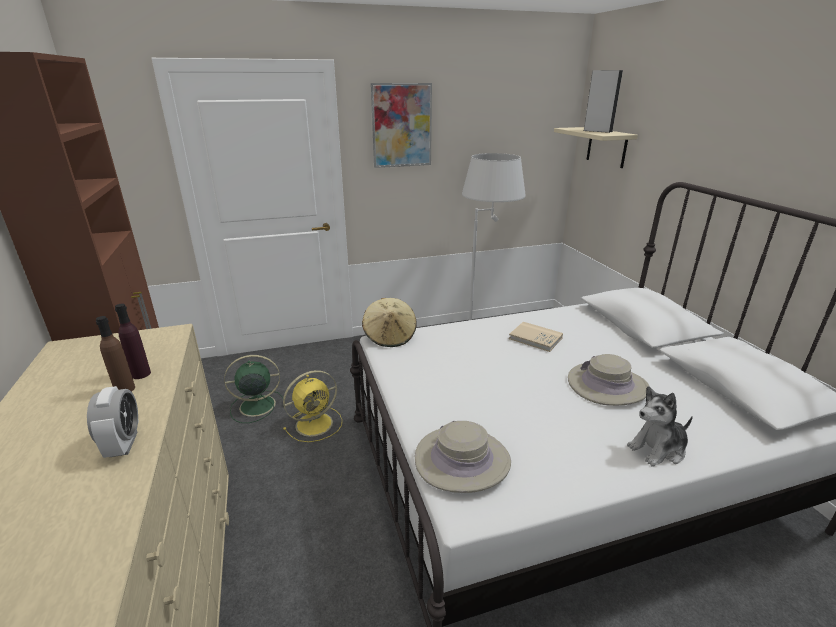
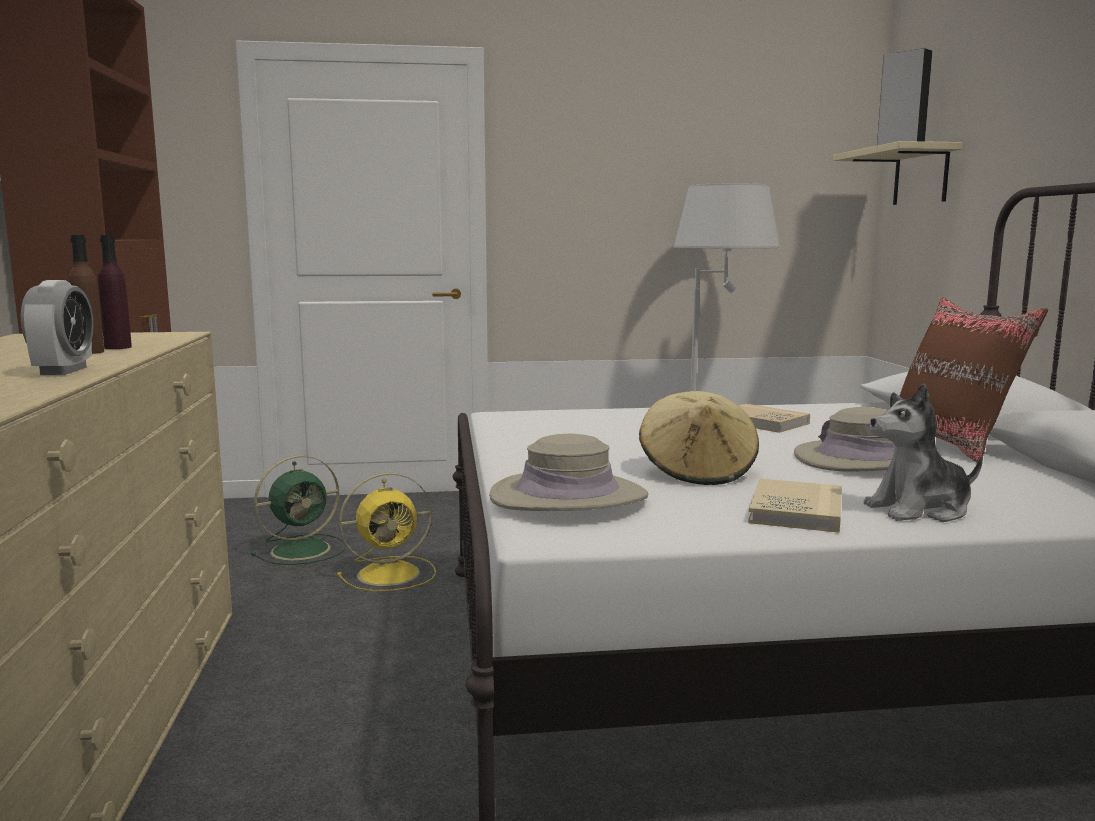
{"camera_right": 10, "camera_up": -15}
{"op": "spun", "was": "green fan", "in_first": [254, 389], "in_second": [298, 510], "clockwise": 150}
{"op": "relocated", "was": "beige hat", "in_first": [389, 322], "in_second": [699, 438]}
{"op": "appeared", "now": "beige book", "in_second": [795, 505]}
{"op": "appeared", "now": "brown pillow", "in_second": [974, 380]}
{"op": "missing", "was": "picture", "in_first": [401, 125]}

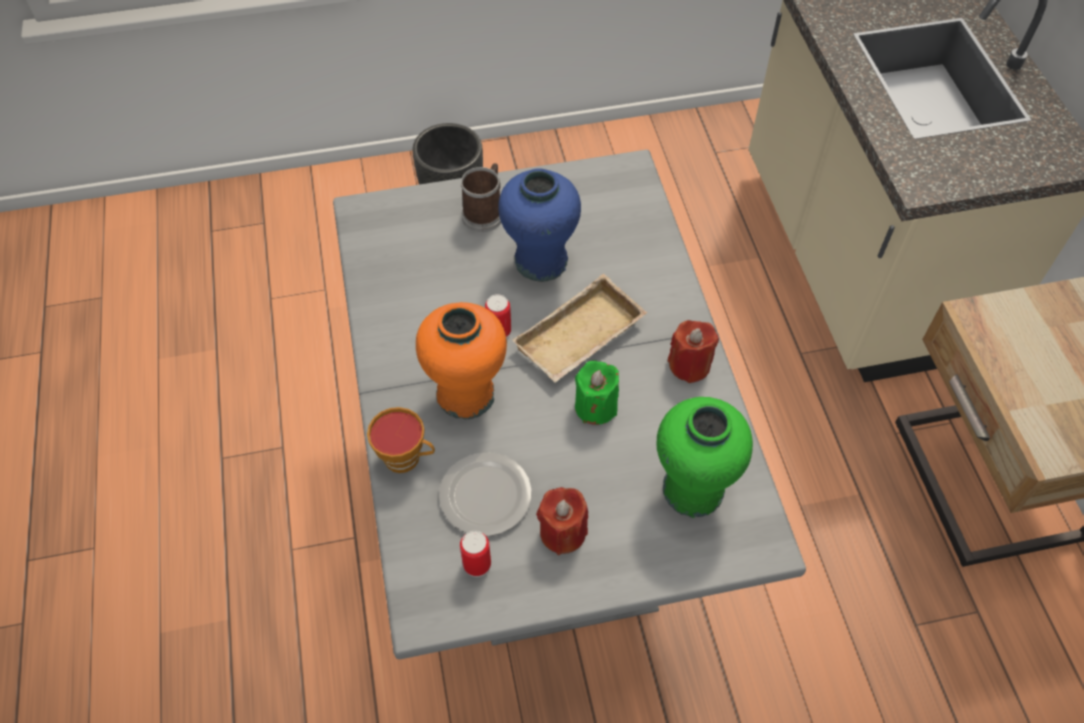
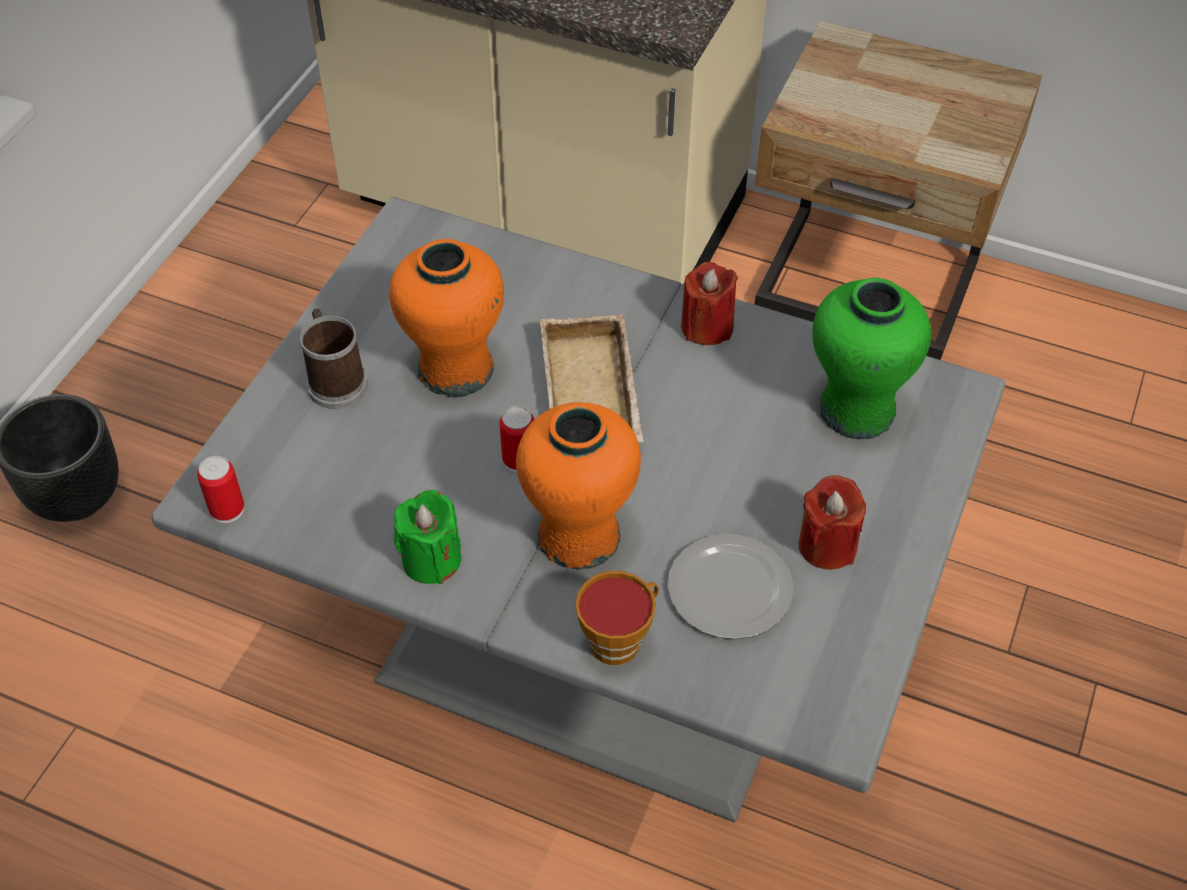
{"camera_right": -55, "camera_up": -5}
{"op": "relocated", "was": "can", "in_first": [475, 554], "in_second": [220, 489]}
{"op": "colour", "was": "blue vase", "now": "orange vase", "in_first": [539, 225], "in_second": [446, 318]}
{"op": "relocated", "was": "green candle", "in_first": [597, 393], "in_second": [427, 537]}

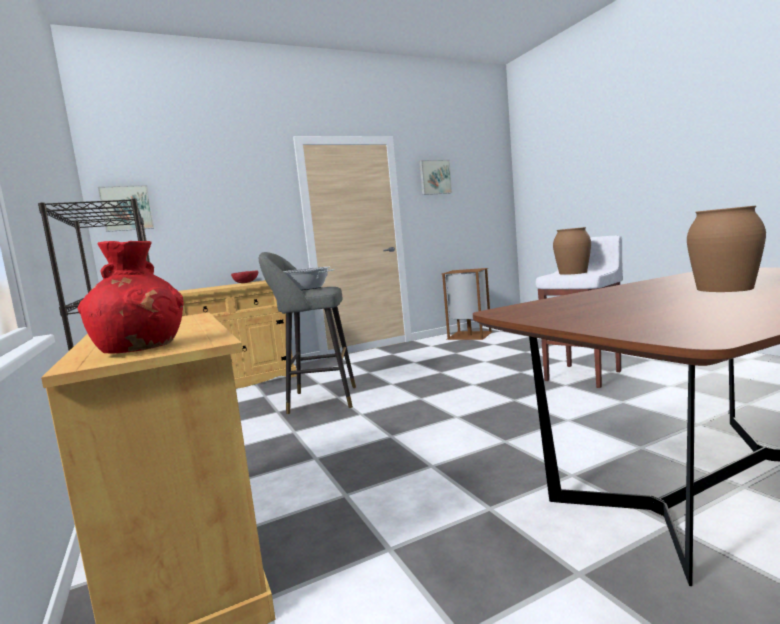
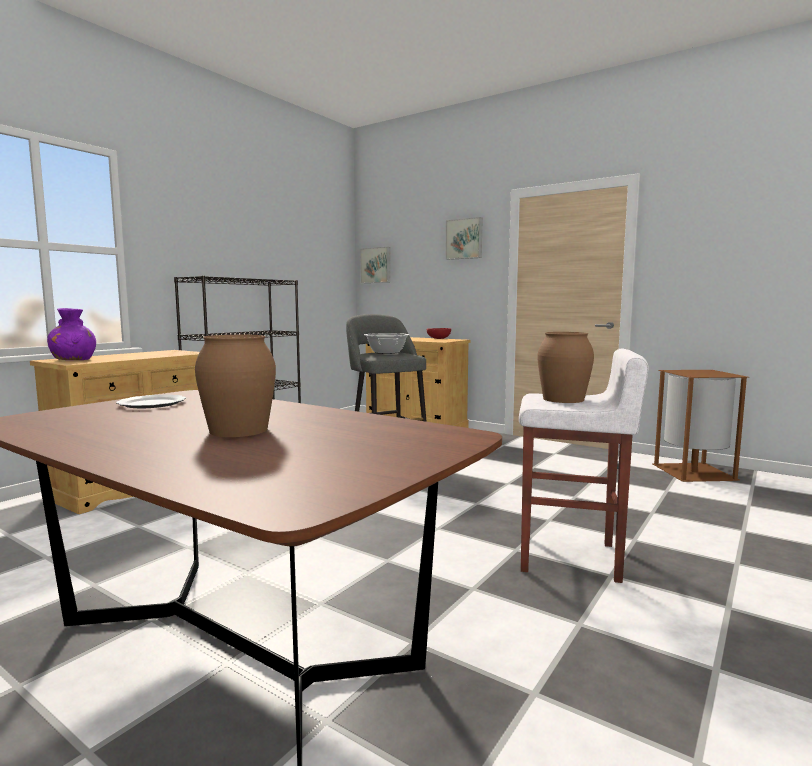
{"camera_right": 60, "camera_up": 0}
{"op": "colour", "was": "red vase", "now": "purple vase", "in_first": [130, 297], "in_second": [71, 334]}
{"op": "appeared", "now": "plate", "in_second": [151, 401]}
{"op": "relocated", "was": "picture", "in_first": [435, 177], "in_second": [464, 238]}

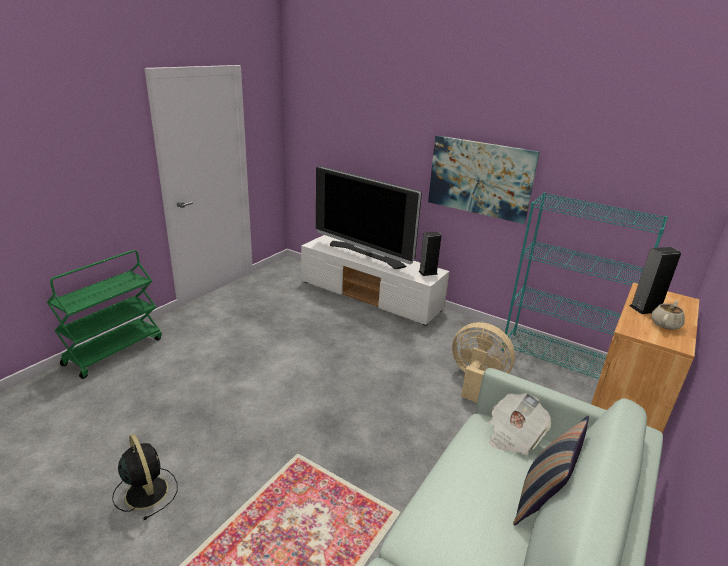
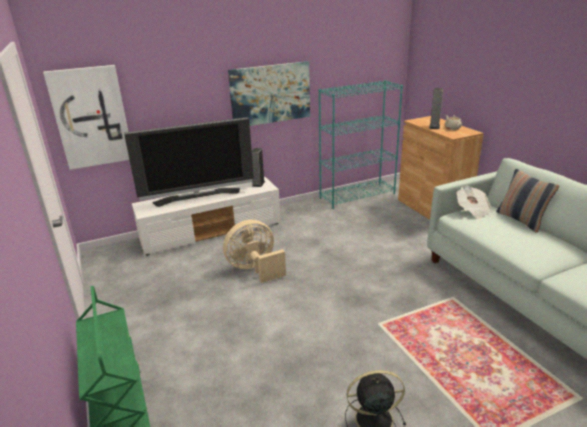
{"camera_right": -55, "camera_up": 0}
{"op": "appeared", "now": "picture", "in_second": [86, 117]}
{"op": "relocated", "was": "beige fan", "in_first": [483, 362], "in_second": [254, 251]}

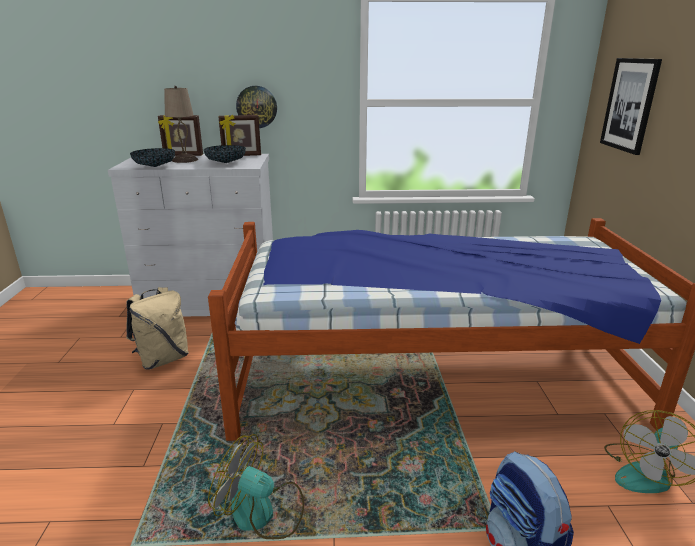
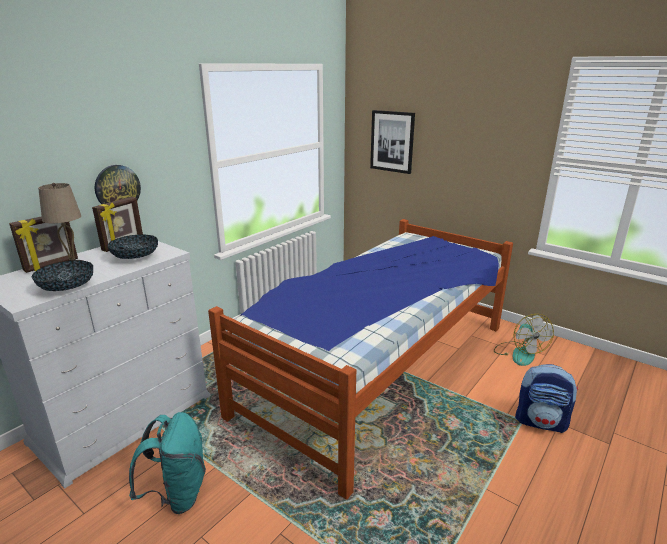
{"camera_right": -50, "camera_up": 0}
{"op": "colour", "was": "beige backpack", "now": "turquoise backpack", "in_first": [157, 328], "in_second": [167, 463]}
{"op": "missing", "was": "fan", "in_first": [256, 486]}

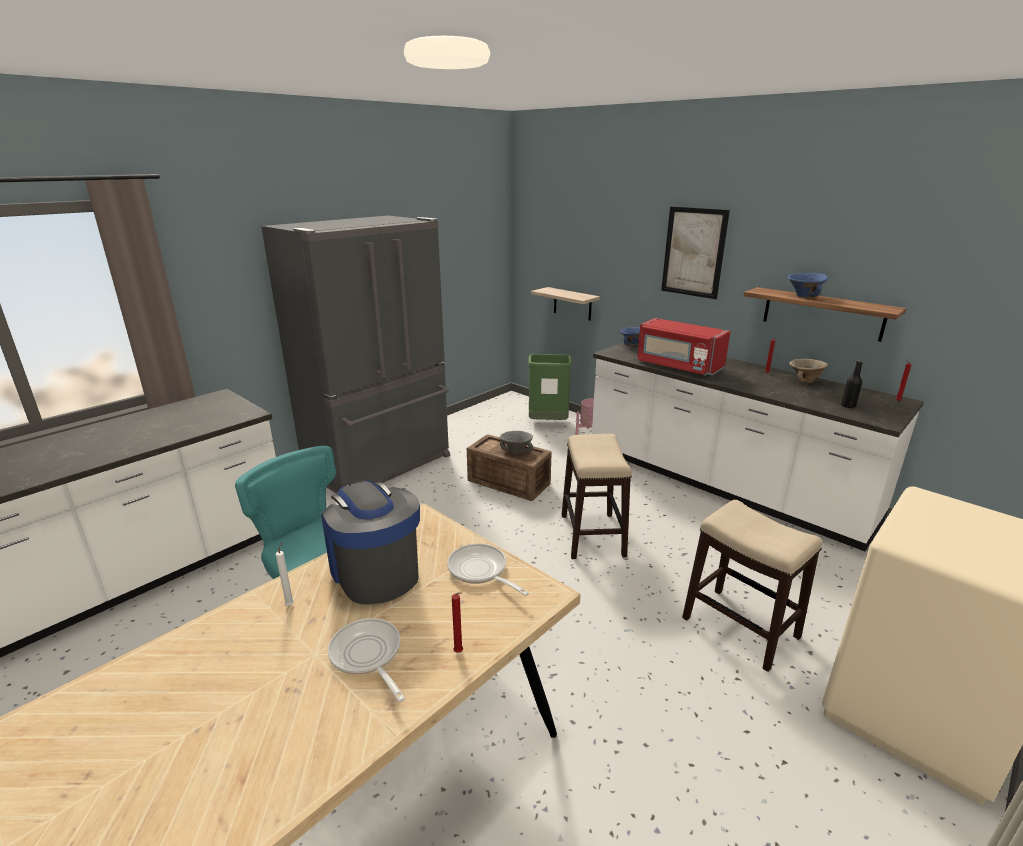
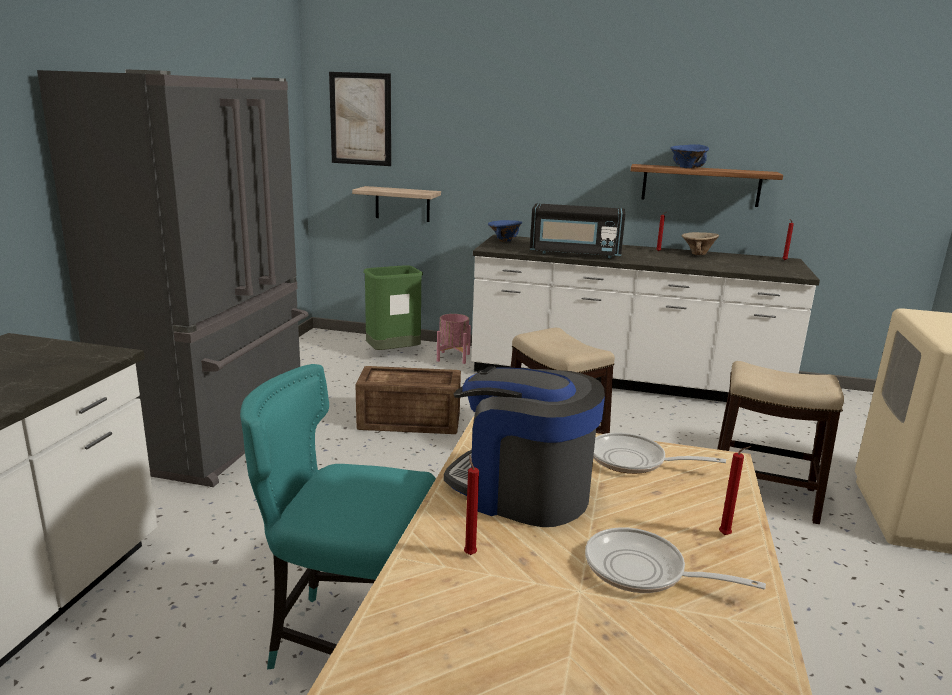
{"camera_right": -30, "camera_up": -5}
{"op": "relocated", "was": "picture", "in_first": [695, 252], "in_second": [360, 119]}
{"op": "colour", "was": "white candle", "now": "red candle", "in_first": [285, 574], "in_second": [471, 505]}
{"op": "colour", "was": "red microwave", "now": "black microwave", "in_first": [684, 347], "in_second": [577, 230]}
{"op": "missing", "was": "grey bowl", "in_first": [516, 442]}
{"op": "missing", "was": "black bottle", "in_first": [852, 384]}

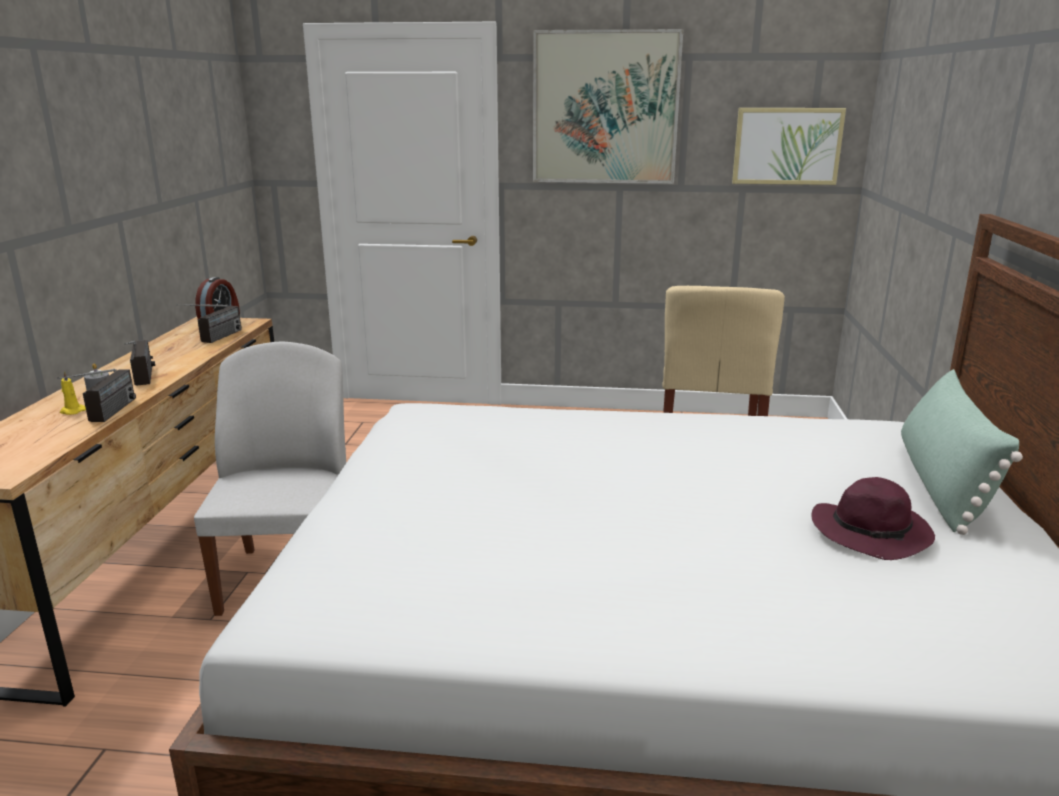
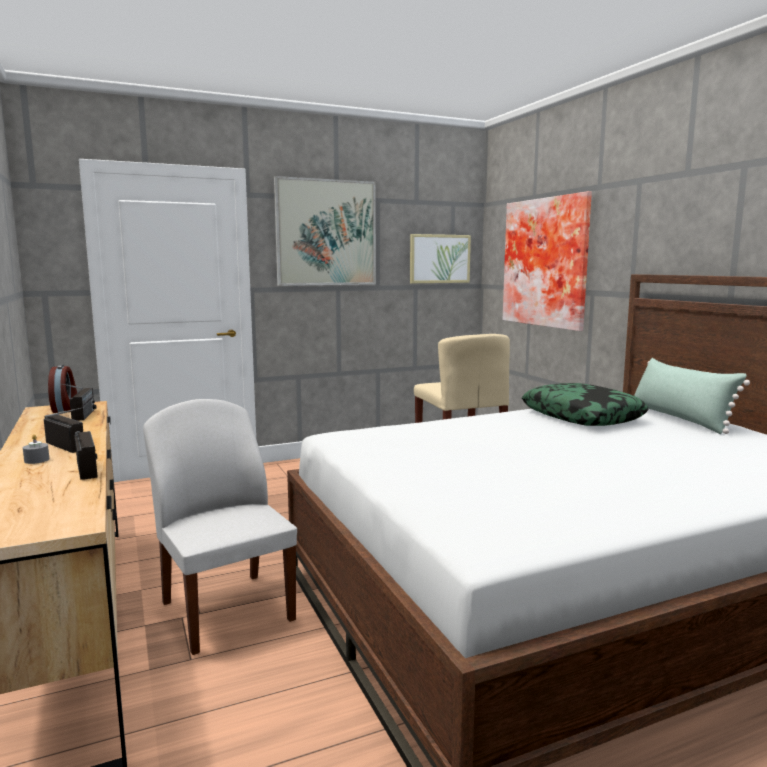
{"camera_right": -30, "camera_up": -10}
{"op": "appeared", "now": "picture", "in_second": [547, 261]}
{"op": "appeared", "now": "pillow", "in_second": [585, 404]}
{"op": "missing", "was": "yellow candle", "in_first": [73, 393]}
{"op": "missing", "was": "purple hat", "in_first": [873, 518]}

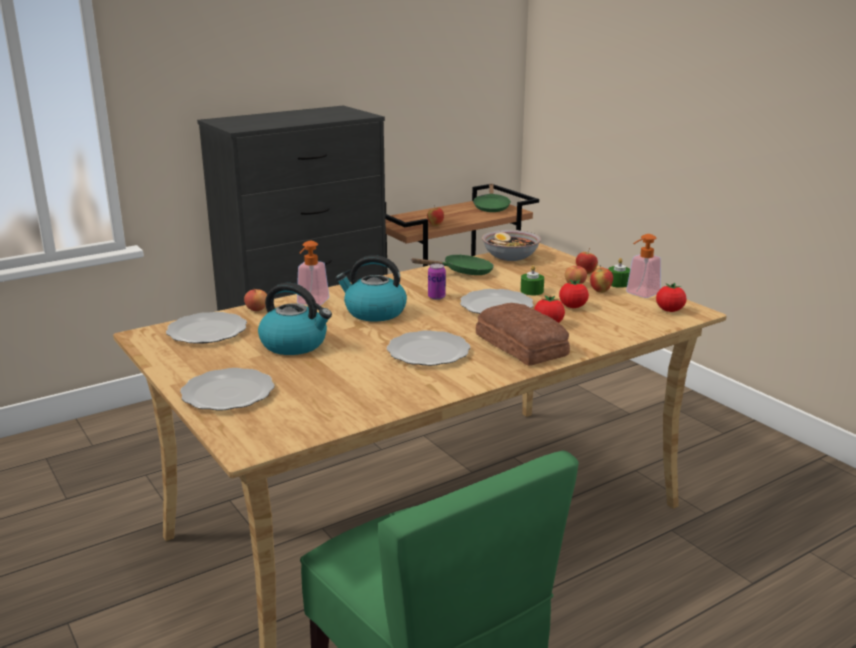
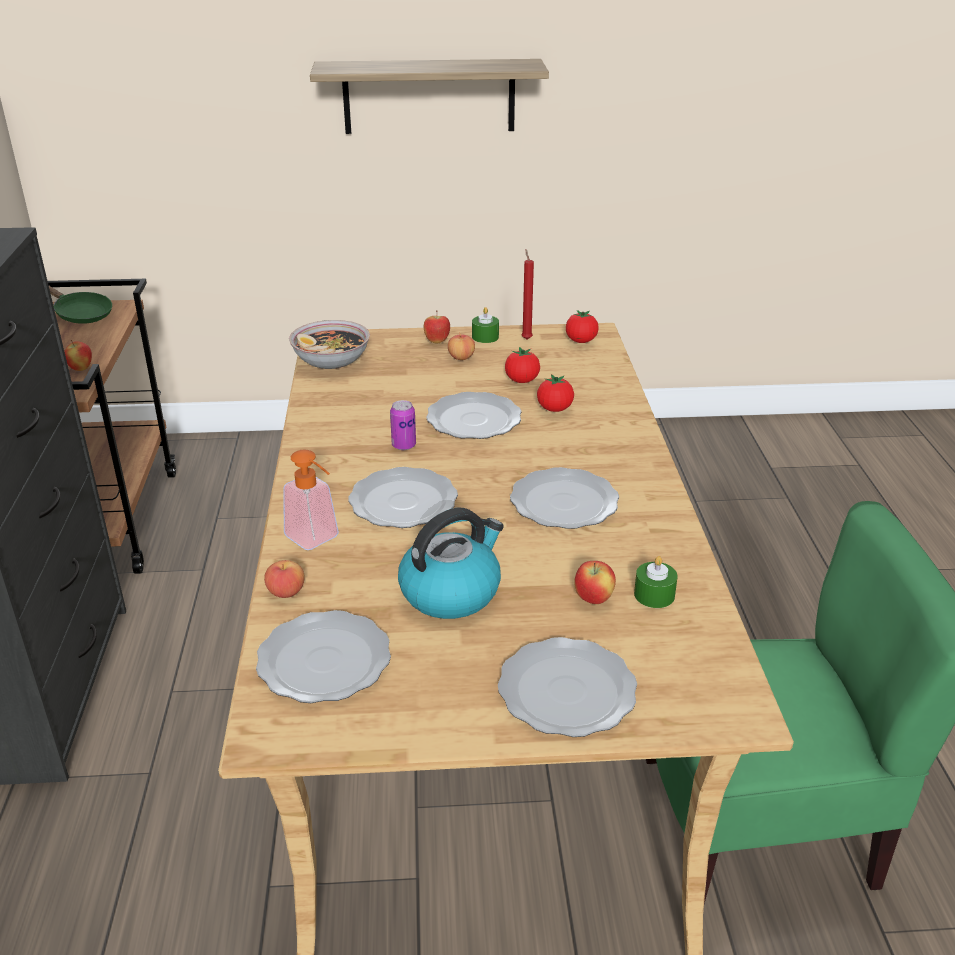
{"camera_right": -60, "camera_up": 10}
{"op": "appeared", "now": "shelf", "in_second": [429, 96]}
{"op": "exchanged", "was": "kettle", "now": "plate", "in_first": [371, 288], "in_second": [403, 497]}
{"op": "exchanged", "was": "soap dispenser", "now": "red candle", "in_first": [643, 266], "in_second": [527, 294]}
{"op": "relocated", "was": "apple", "in_first": [601, 279], "in_second": [595, 582]}
{"op": "relocated", "was": "green candle", "in_first": [532, 280], "in_second": [656, 582]}
{"op": "missing", "was": "green frying pan", "in_first": [452, 265]}
{"op": "missing", "was": "bread", "in_first": [523, 334]}

